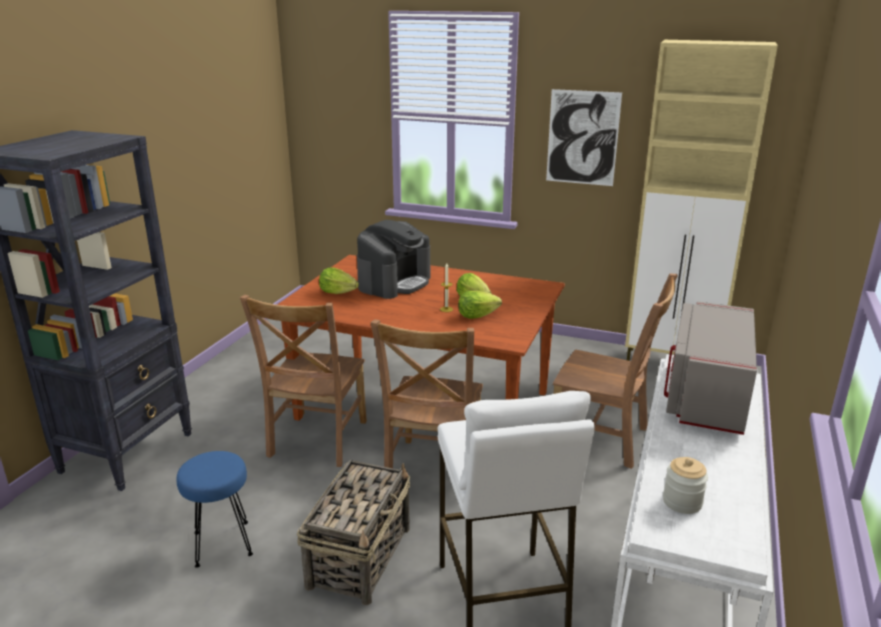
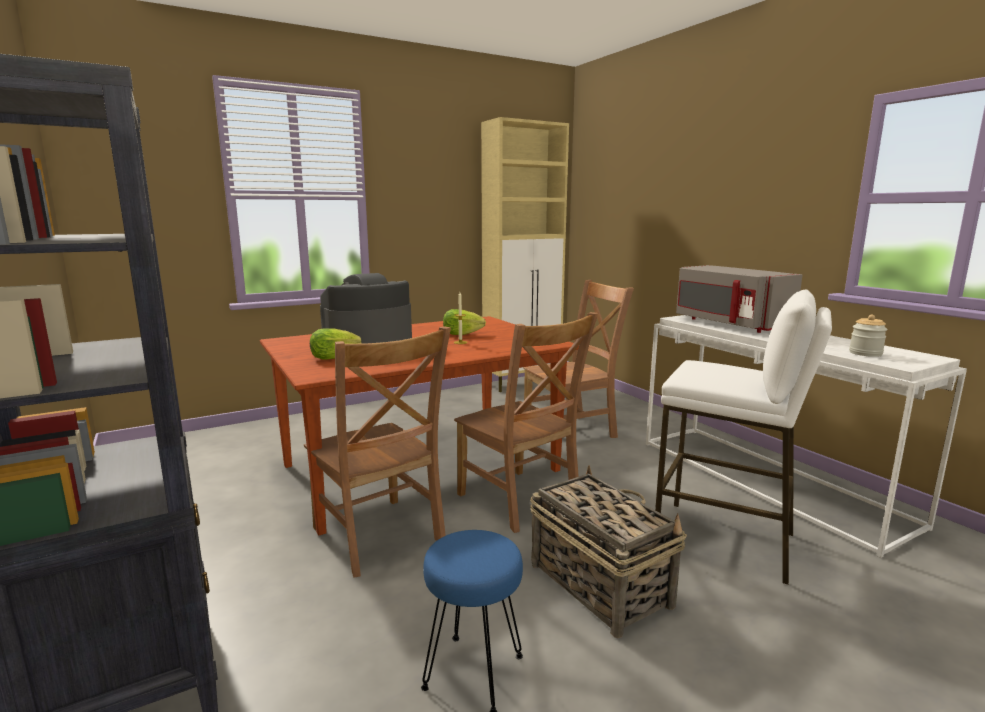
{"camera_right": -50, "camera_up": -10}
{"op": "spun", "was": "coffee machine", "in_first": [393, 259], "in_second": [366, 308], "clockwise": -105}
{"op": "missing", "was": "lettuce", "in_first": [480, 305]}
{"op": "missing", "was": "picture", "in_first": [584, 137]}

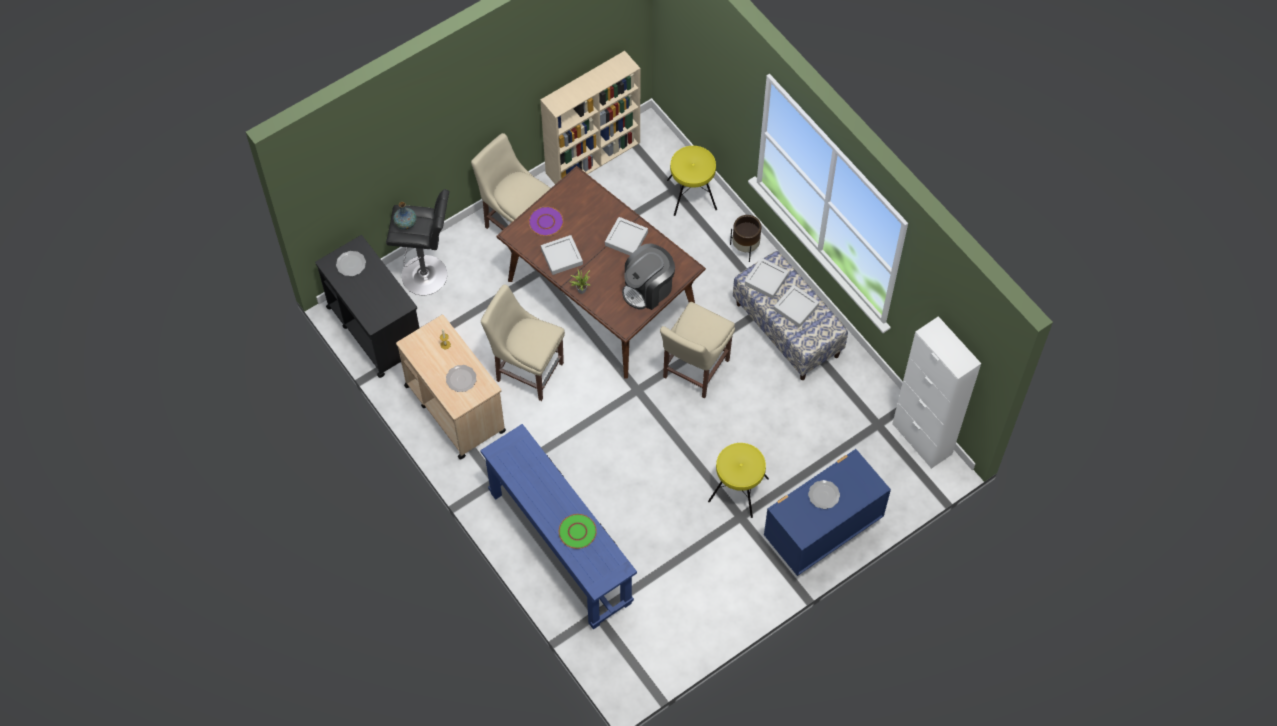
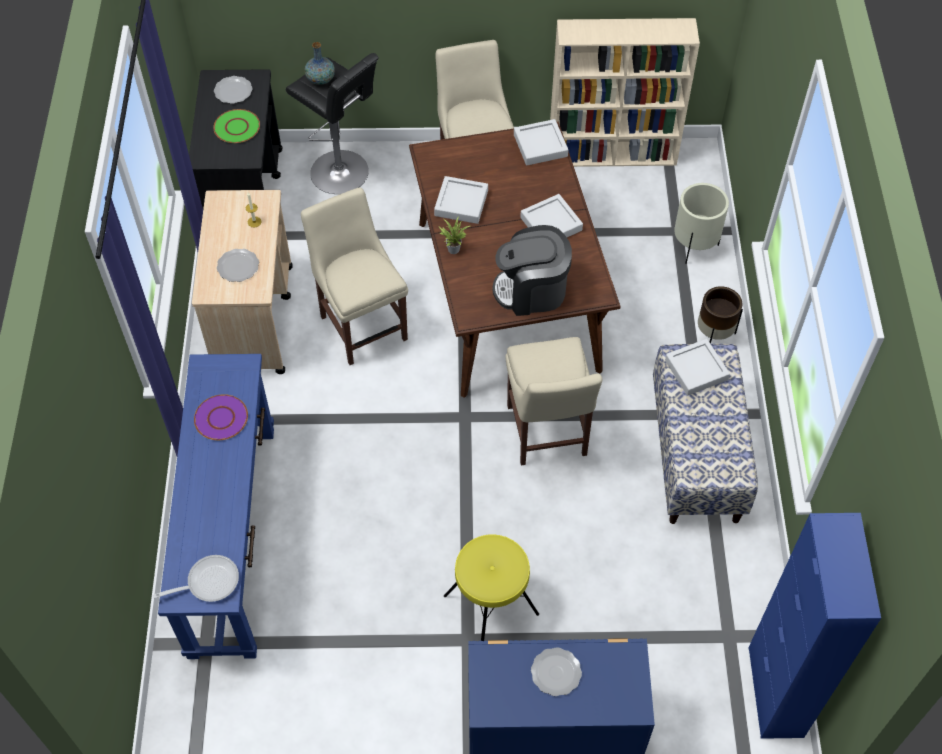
{"camera_right": 35, "camera_up": -5}
{"op": "appeared", "now": "frying pan", "in_second": [196, 578]}
{"op": "relocated", "was": "purple plate", "in_first": [546, 221], "in_second": [221, 417]}
{"op": "relocated", "was": "green plate", "in_first": [578, 531], "in_second": [236, 126]}
{"op": "spun", "was": "beige chair", "in_first": [697, 350], "in_second": [554, 401], "clockwise": -75}
{"op": "relocated", "was": "grey tray", "in_first": [796, 306], "in_second": [541, 142]}
{"op": "exchanged", "was": "yellow stool", "now": "beige planter", "in_first": [692, 181], "in_second": [701, 223]}
{"op": "colour", "was": "white cabinet", "now": "blue cabinet", "in_first": [936, 392], "in_second": [814, 626]}

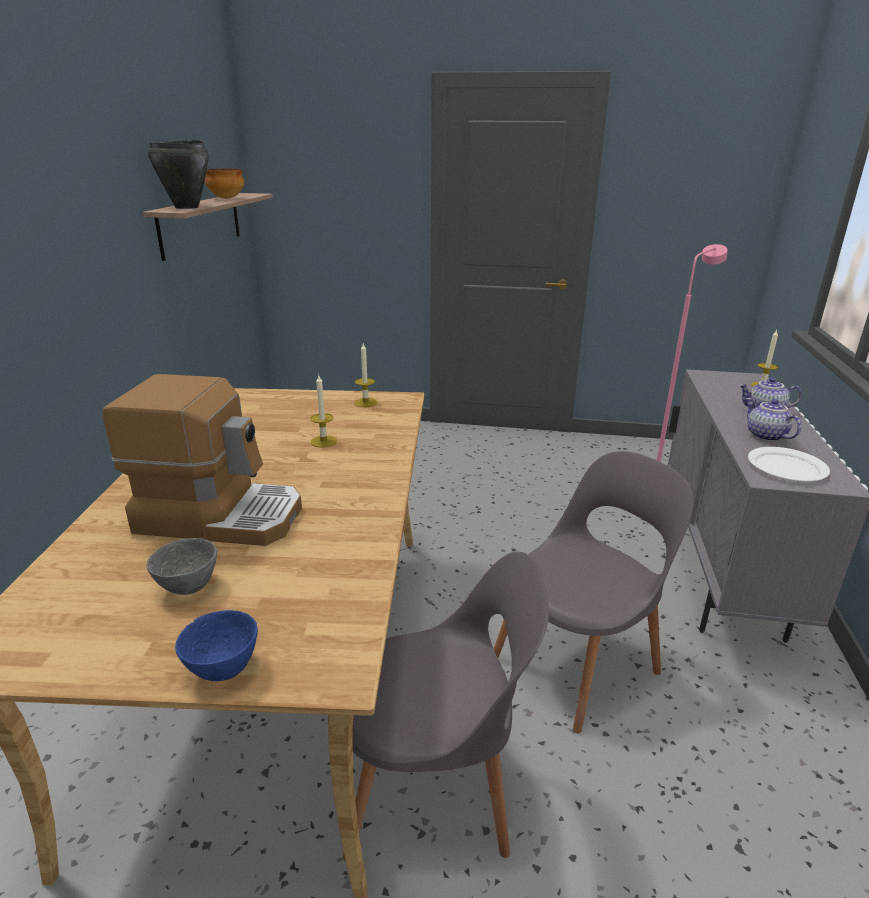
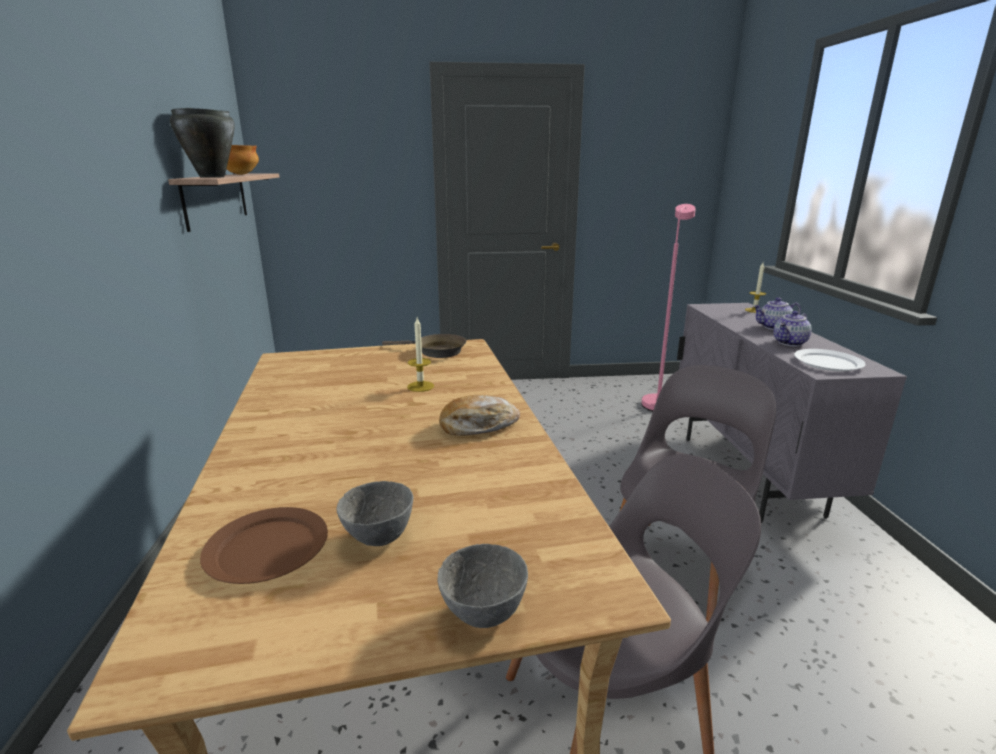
{"camera_right": -15, "camera_up": -5}
{"op": "appeared", "now": "brown plate", "in_second": [264, 545]}
{"op": "exchanged", "was": "candle", "now": "brown frying pan", "in_first": [366, 375], "in_second": [424, 346]}
{"op": "colour", "was": "blue bowl", "now": "grey bowl", "in_first": [216, 645], "in_second": [483, 586]}
{"op": "appeared", "now": "bread", "in_second": [479, 415]}
{"op": "spun", "was": "teapot", "in_first": [773, 419], "in_second": [793, 328], "clockwise": -90}
{"op": "missing", "was": "coffee machine", "in_first": [202, 460]}

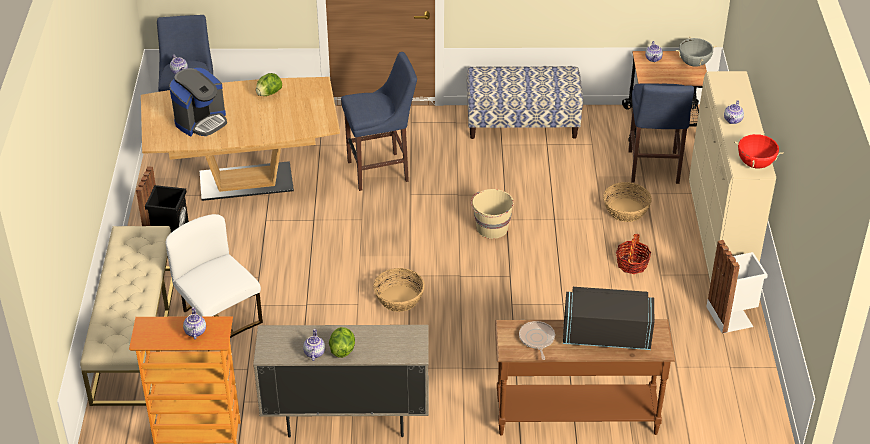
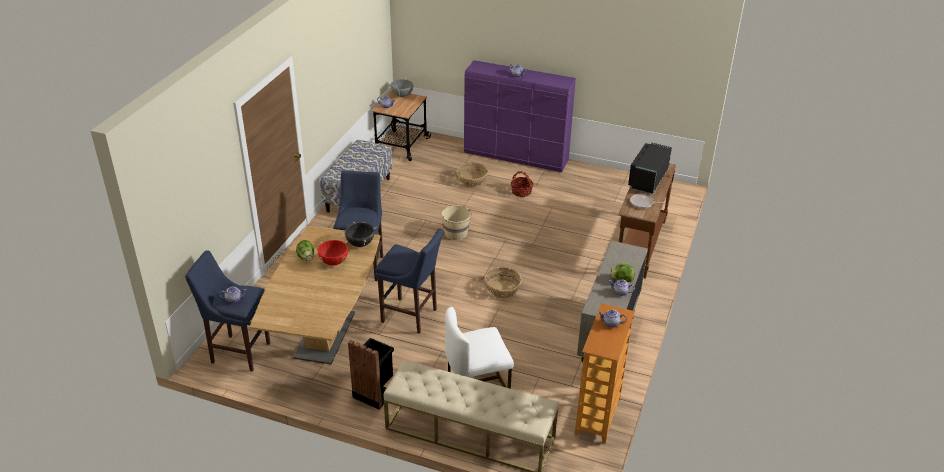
{"camera_right": -70, "camera_up": -5}
{"op": "relocated", "was": "red cooking pot", "in_first": [758, 150], "in_second": [333, 253]}
{"op": "appeared", "now": "black cooking pot", "in_second": [359, 234]}
{"op": "relocated", "was": "blue stool", "in_first": [661, 134], "in_second": [409, 281]}
{"op": "colour", "was": "beige dresser", "now": "purple dresser", "in_first": [732, 177], "in_second": [520, 116]}
{"op": "missing", "was": "coffee machine", "in_first": [198, 102]}
{"op": "missing", "was": "white trash can", "in_first": [737, 286]}

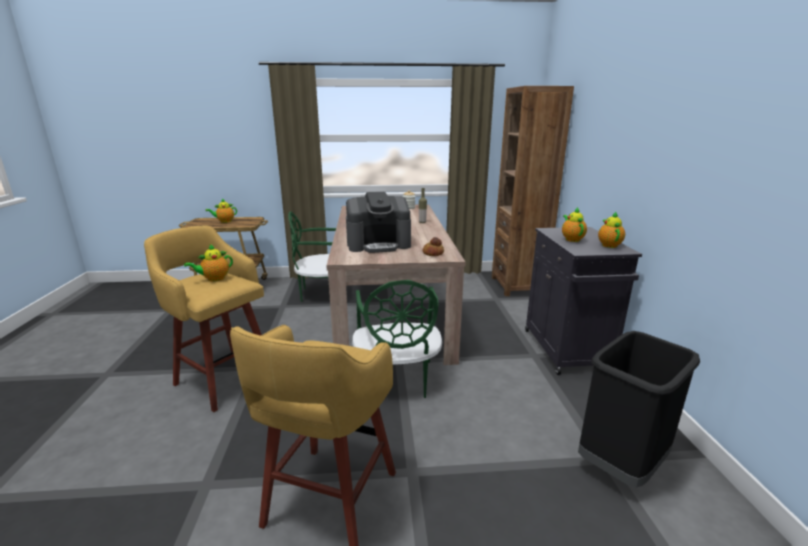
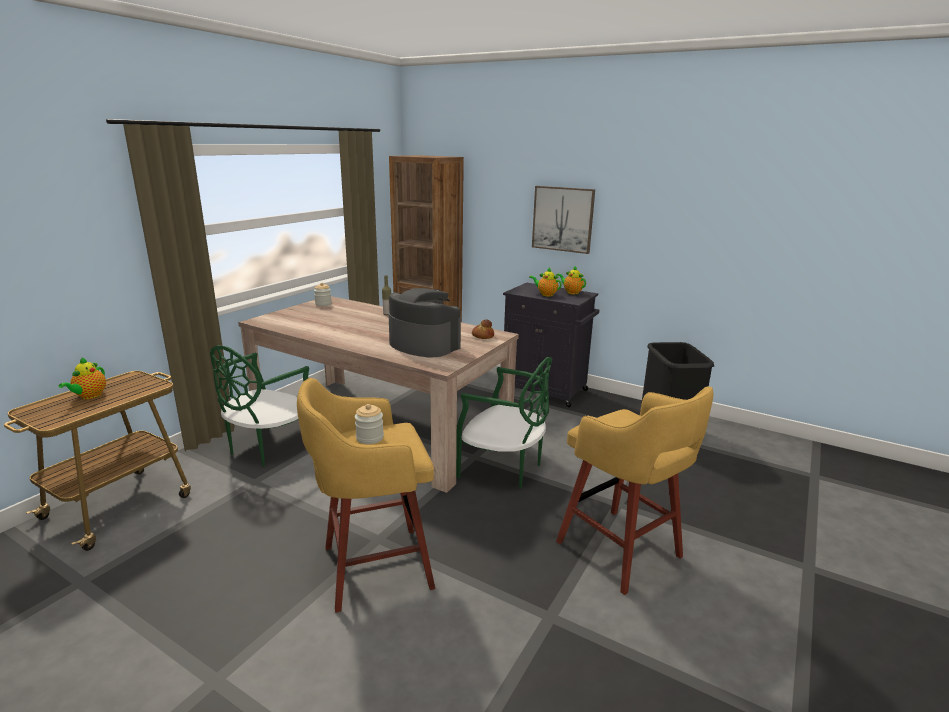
{"camera_right": -55, "camera_up": 0}
{"op": "exchanged", "was": "teapot", "now": "jar", "in_first": [208, 262], "in_second": [369, 424]}
{"op": "spun", "was": "coffee machine", "in_first": [378, 222], "in_second": [424, 322], "clockwise": -75}
{"op": "appeared", "now": "picture", "in_second": [563, 220]}

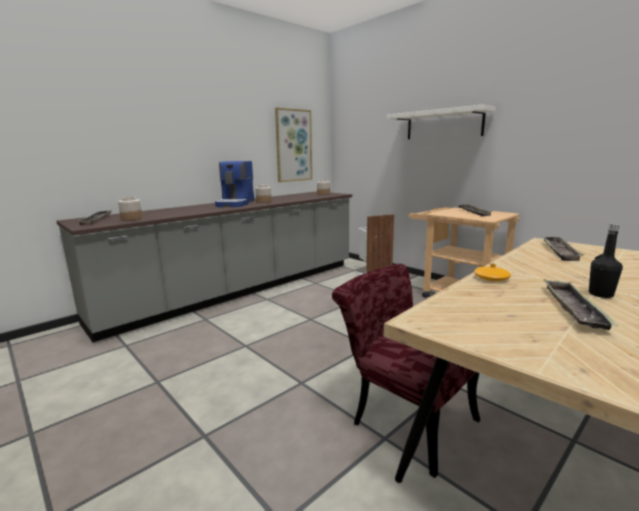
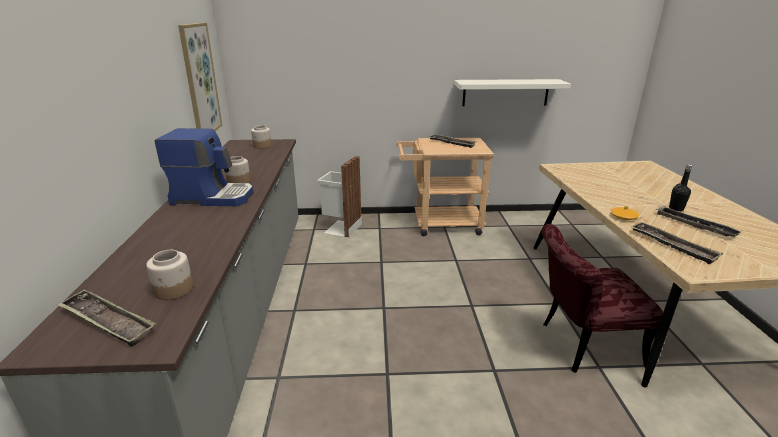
{"camera_right": -50, "camera_up": 10}
{"op": "spun", "was": "coffee machine", "in_first": [235, 184], "in_second": [204, 167], "clockwise": -45}
{"op": "relocated", "was": "white shelf", "in_first": [441, 122], "in_second": [512, 92]}
{"op": "relocated", "was": "tray", "in_first": [562, 248], "in_second": [677, 243]}

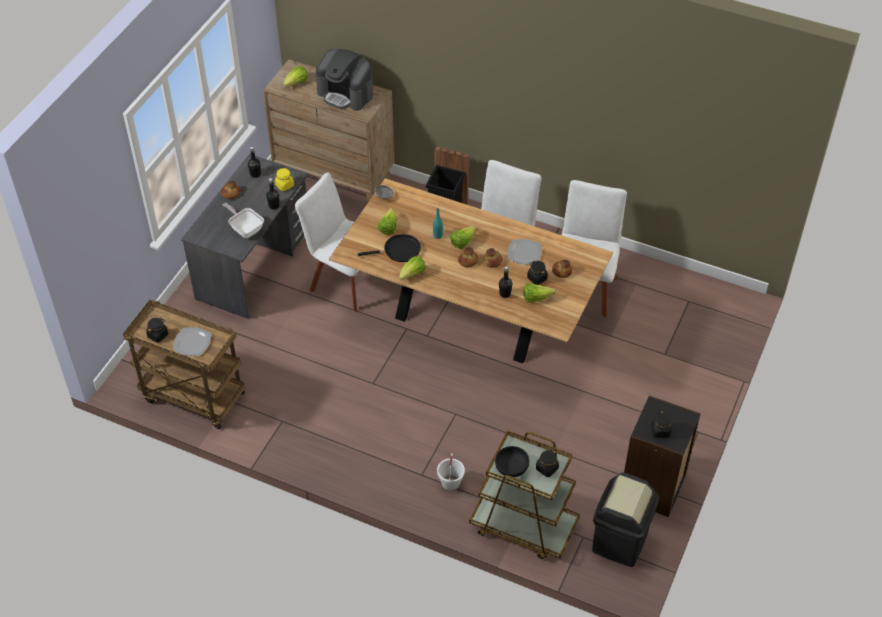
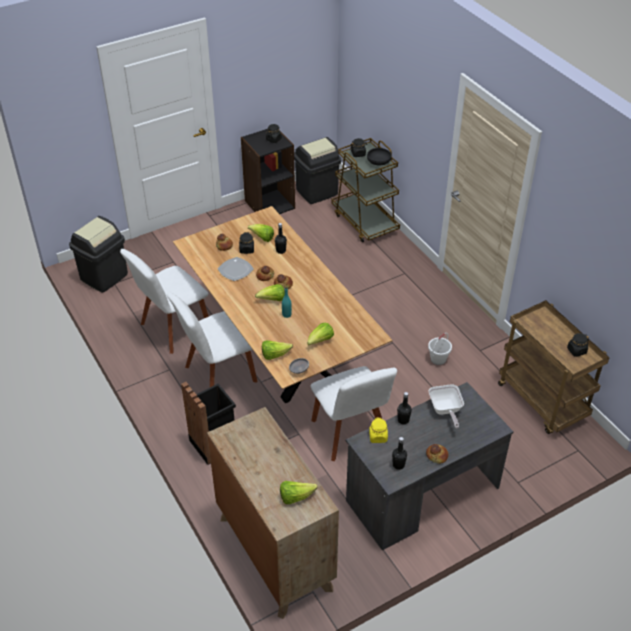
{"camera_right": -145, "camera_up": -5}
{"op": "appeared", "now": "black trash can", "in_second": [98, 254]}
{"op": "relocated", "was": "lettuce", "in_first": [412, 268], "in_second": [277, 350]}
{"op": "relocated", "was": "white bucket", "in_first": [451, 472], "in_second": [440, 349]}
{"op": "missing", "was": "plate", "in_first": [192, 341]}
{"op": "missing", "was": "coffee machine", "in_first": [344, 80]}
{"op": "missing", "was": "black frying pan", "in_first": [389, 248]}

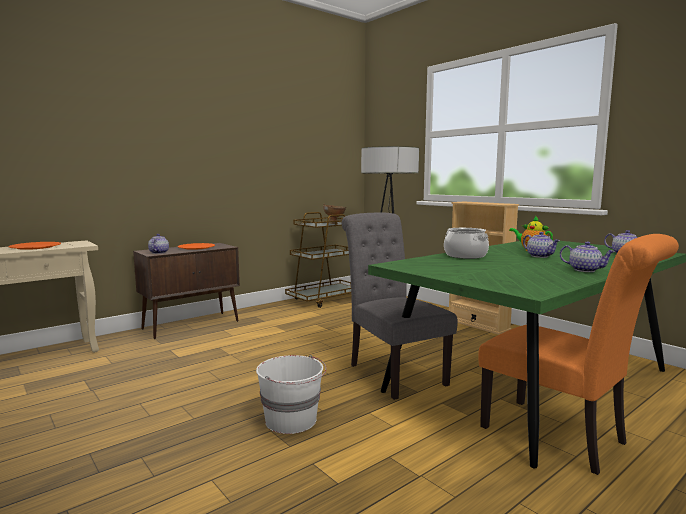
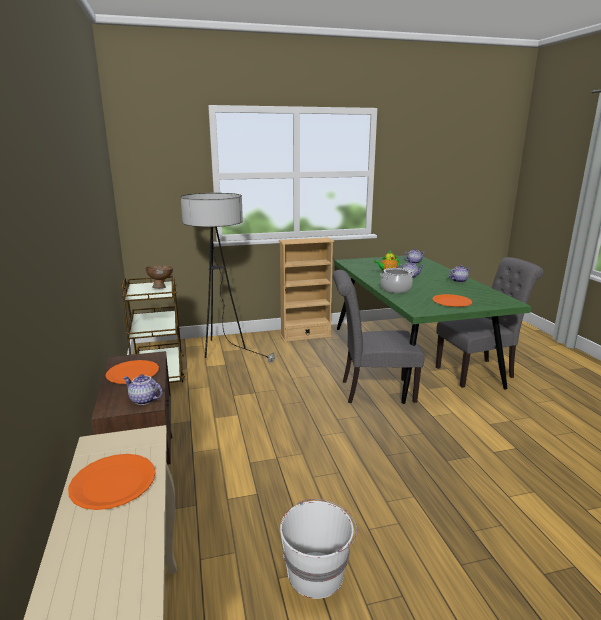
{"camera_right": -65, "camera_up": 10}
{"op": "relocated", "was": "white bucket", "in_first": [291, 394], "in_second": [318, 549]}
{"op": "appeared", "now": "orange plate", "in_second": [452, 300]}
{"op": "colour", "was": "orange chair", "now": "grey chair", "in_first": [578, 354], "in_second": [490, 322]}

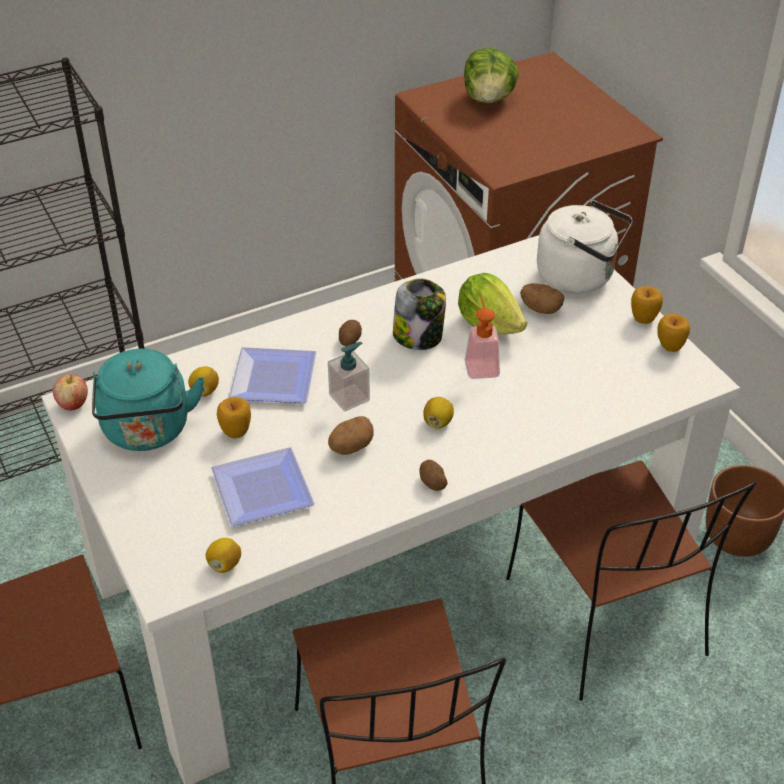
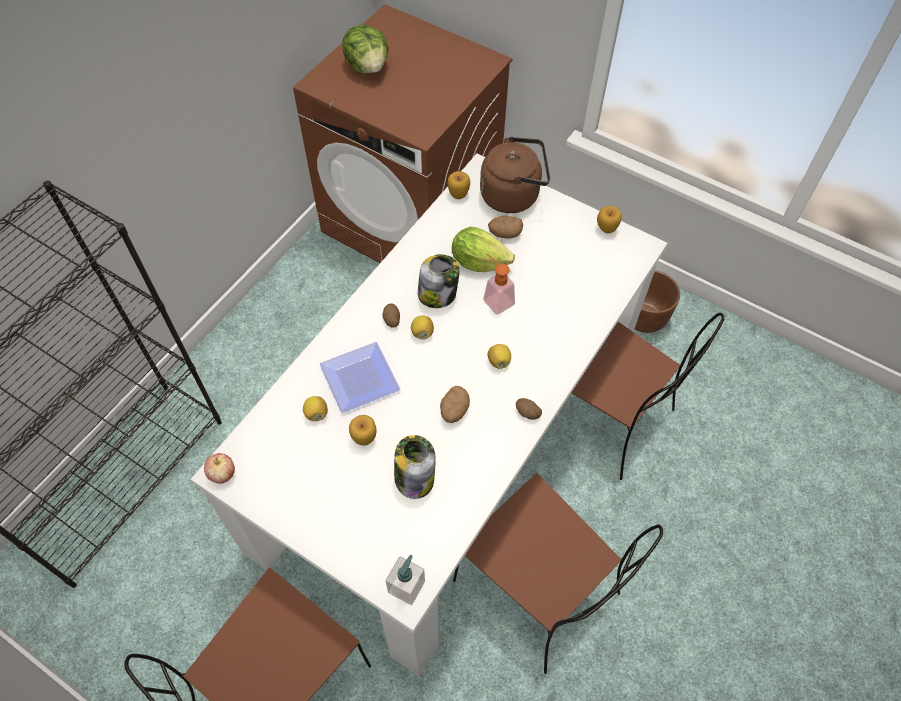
{"camera_right": -30, "camera_up": 15}
{"op": "relocated", "was": "soap dispenser", "in_first": [349, 377], "in_second": [405, 580]}
{"op": "exchanged", "was": "plate", "now": "jar", "in_first": [263, 487], "in_second": [415, 467]}
{"op": "relocated", "was": "lemon", "in_first": [223, 555], "in_second": [422, 327]}
{"op": "relocated", "was": "apple", "in_first": [647, 305], "in_second": [458, 185]}
{"op": "colour", "was": "white kettle", "now": "brown kettle", "in_first": [585, 247], "in_second": [515, 175]}
{"op": "missing", "was": "turquoise kettle", "in_first": [148, 400]}

